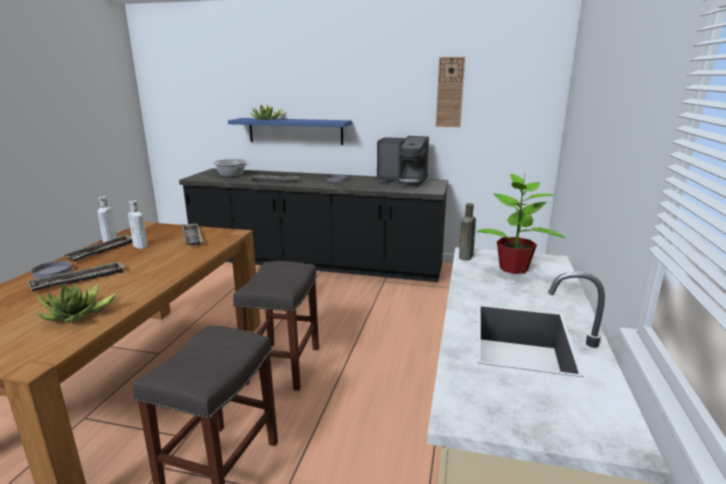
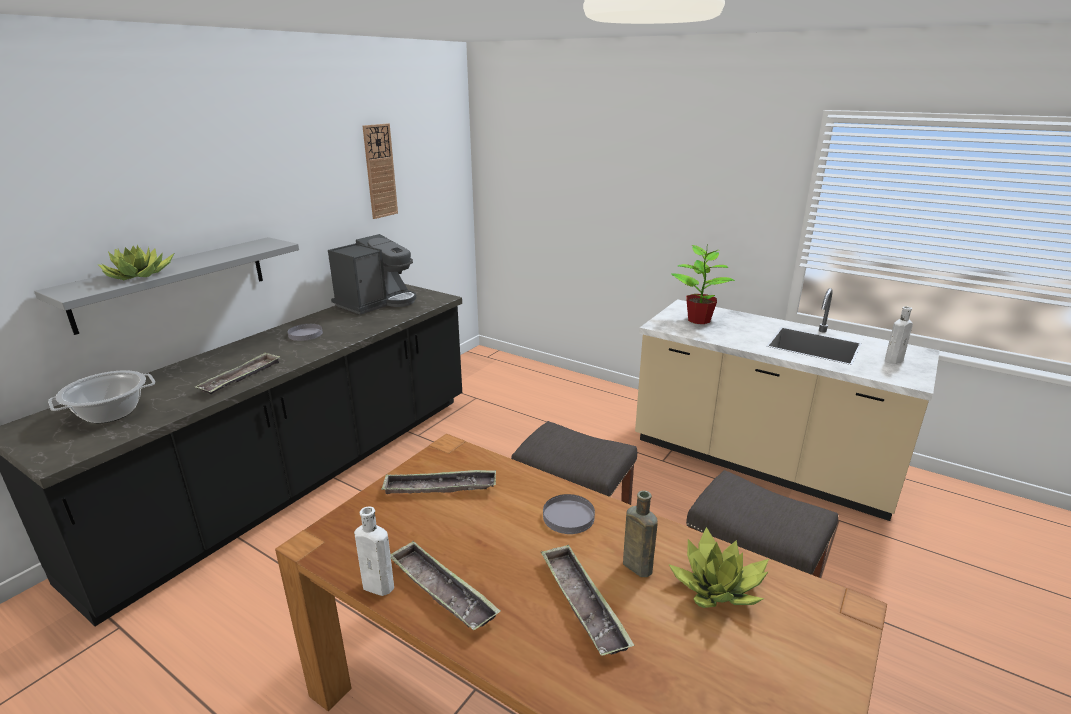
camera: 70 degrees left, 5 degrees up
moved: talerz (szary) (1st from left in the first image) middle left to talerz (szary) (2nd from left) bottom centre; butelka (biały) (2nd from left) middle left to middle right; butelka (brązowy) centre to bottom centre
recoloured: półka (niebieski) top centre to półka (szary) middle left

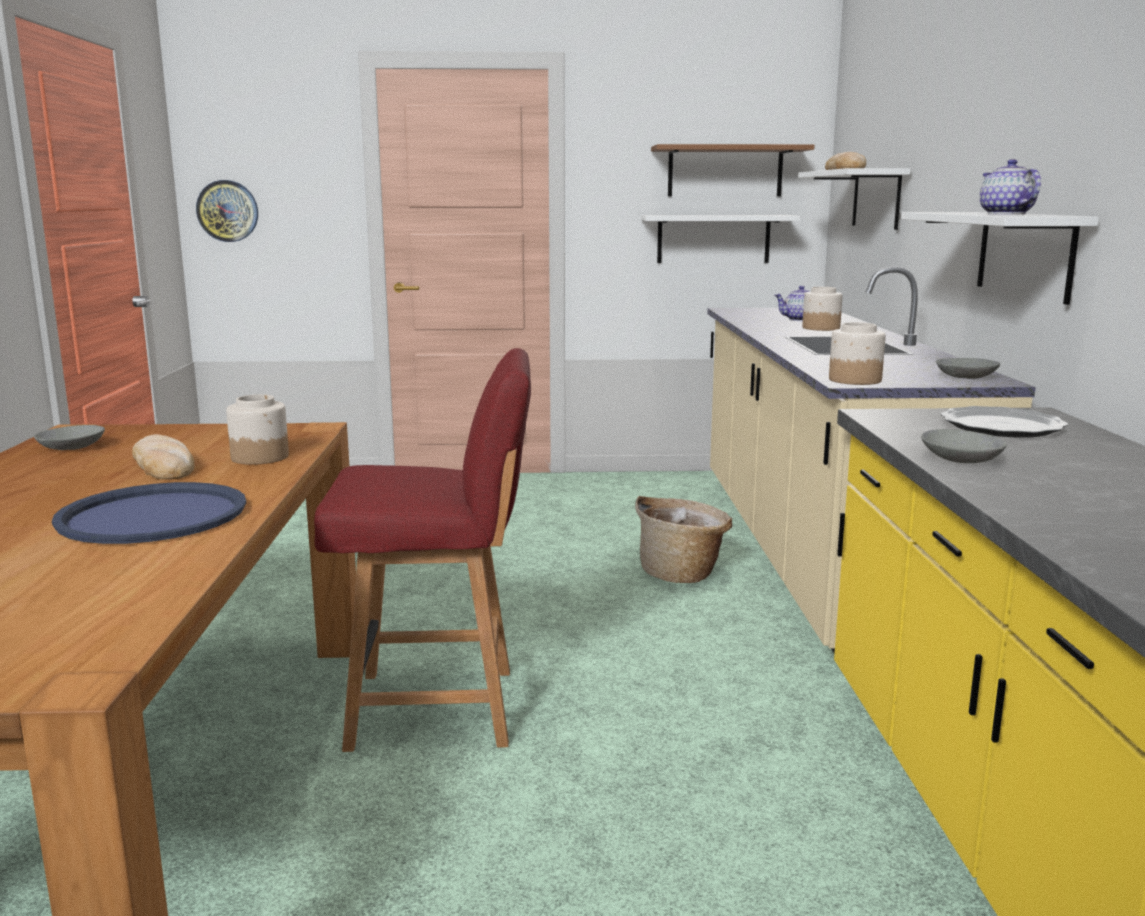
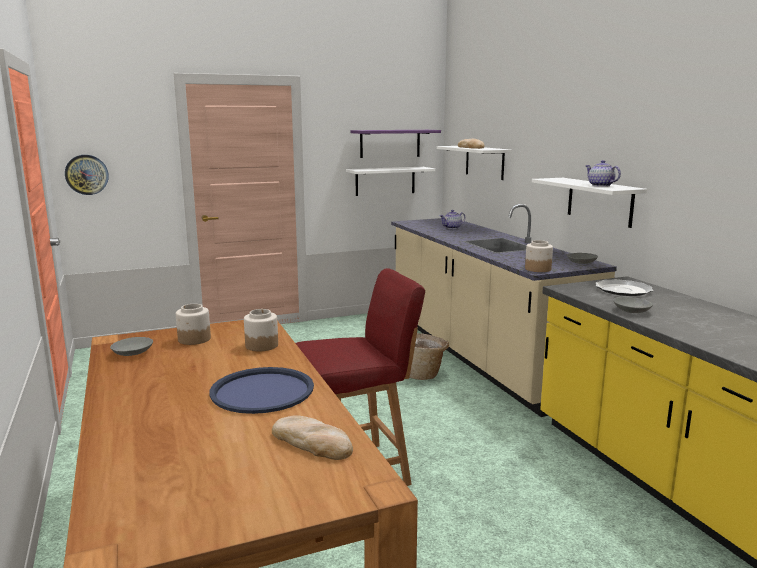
camera: 20 degrees left, 0 degrees up
moved: chleb (1st from left) middle left to bottom centre; słoik (2nd from left in the first image) middle right to słoik (1st from left) middle left
recoloured: półka (brązowy) top centre to półka (fioletowy) top centre

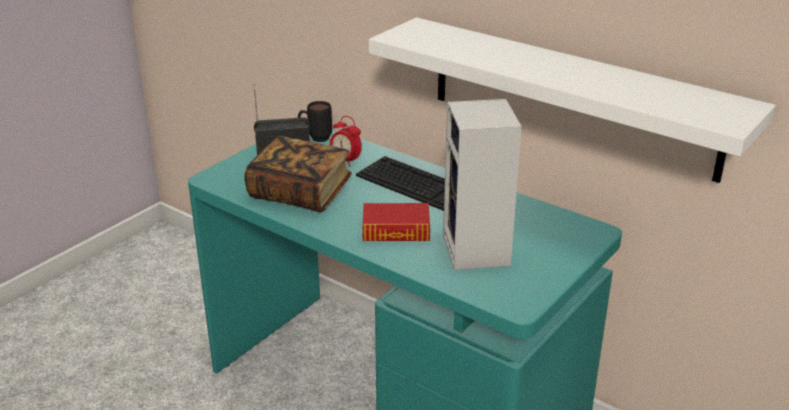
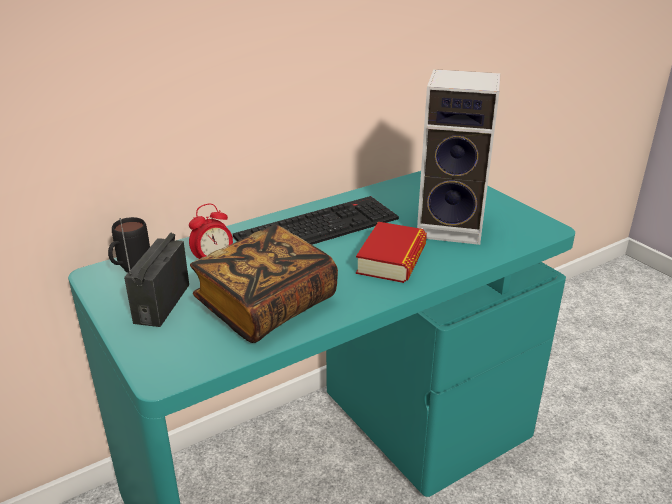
camera: 70 degrees left, 0 degrees up
removed: półka (biały) top right

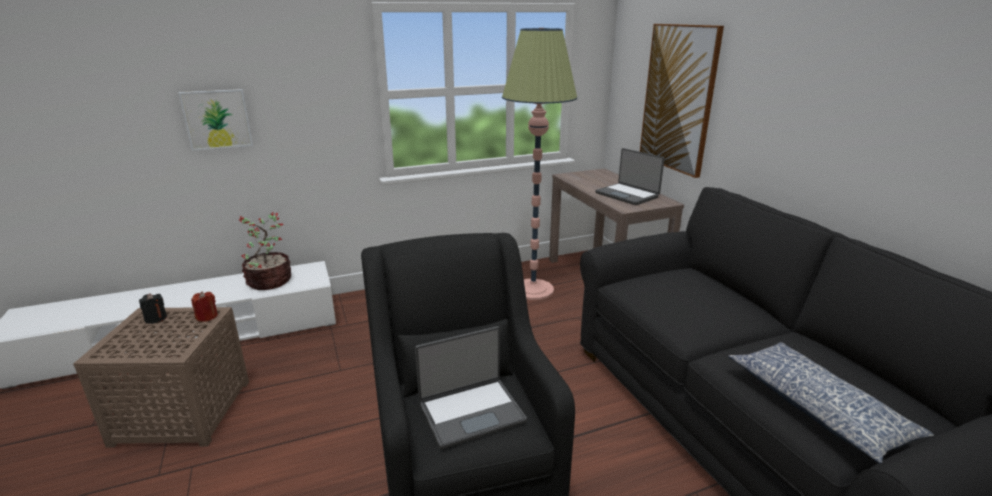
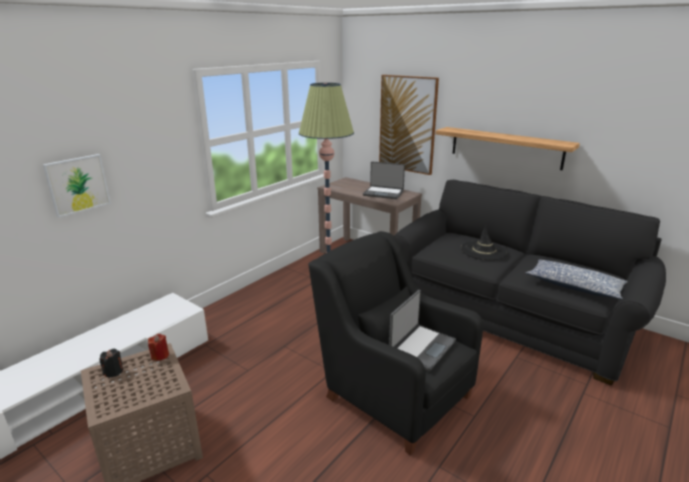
camera: 30 degrees left, 0 degrees up
removed: roślina doniczkowa middle left
added: półka top right; kapelusz (czarny) middle right

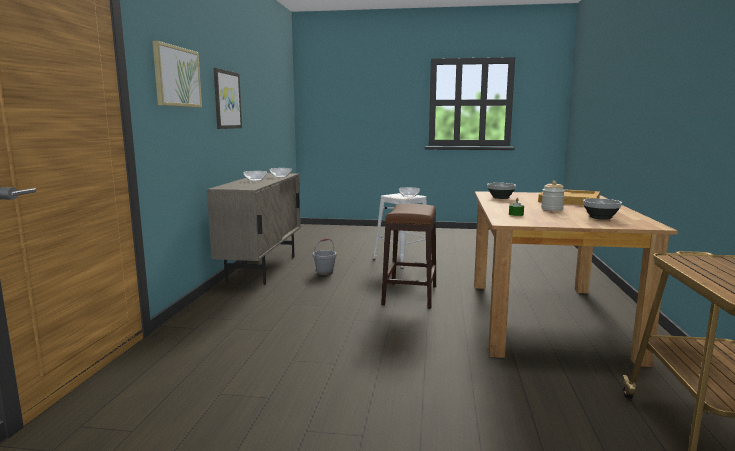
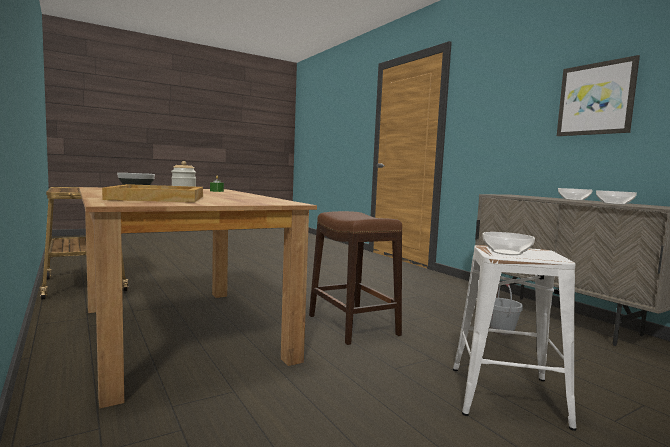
camera: 140 degrees right, 5 degrees down
removed: obraz (1st from left) top left; miska (4th from left) middle right

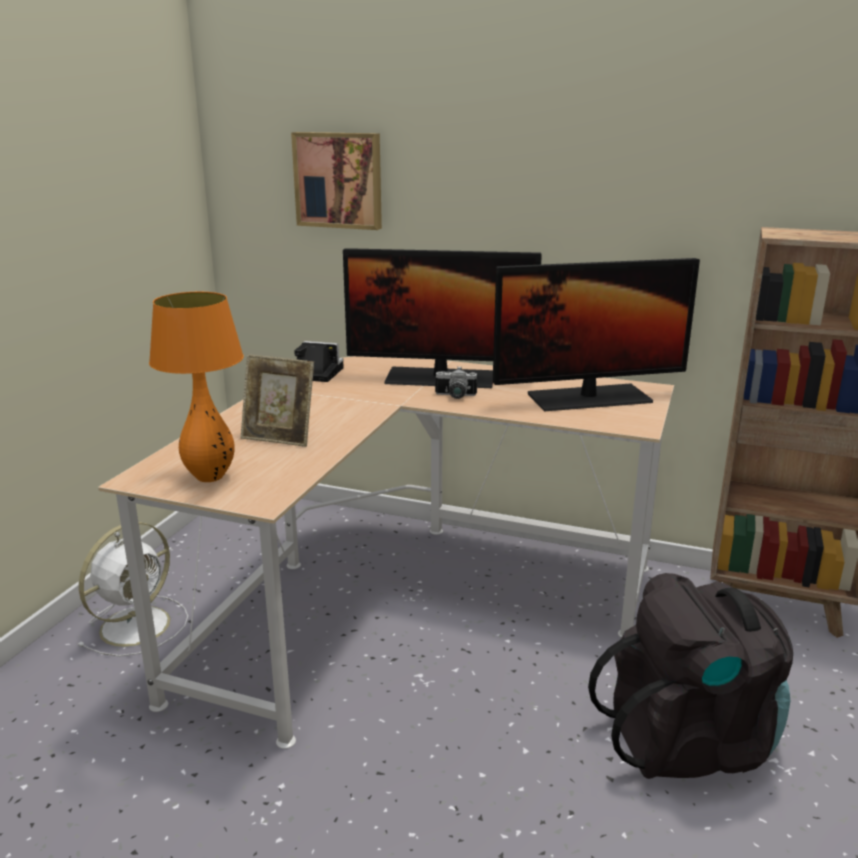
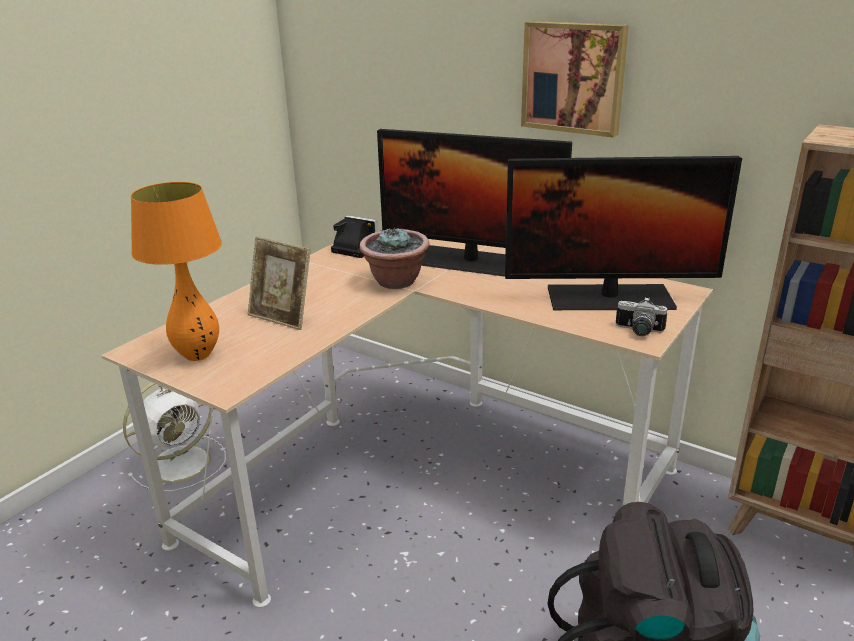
camera: 15 degrees right, 5 degrees up
added: roślina doniczkowa centre
moved: obraz top centre to top right; aparat fotograficzny (2nd from left) centre to middle right

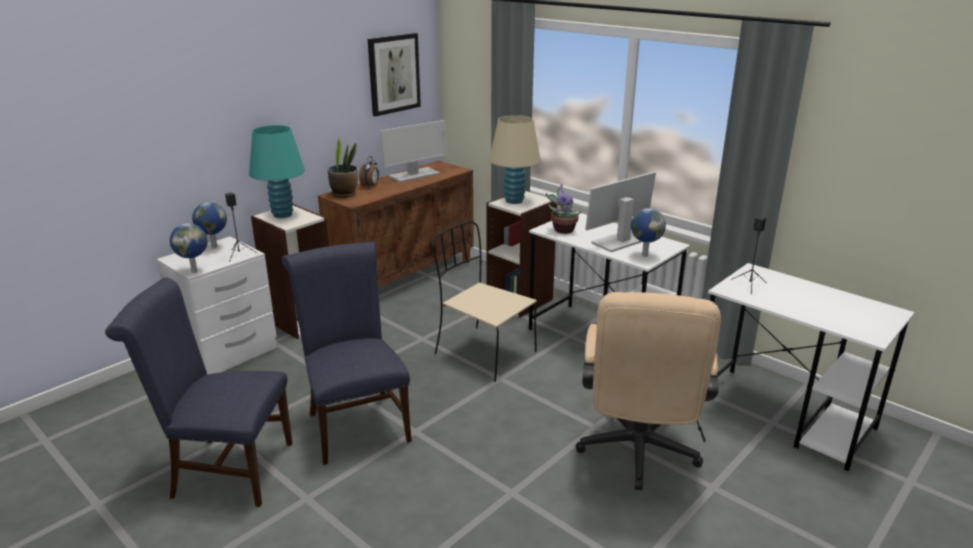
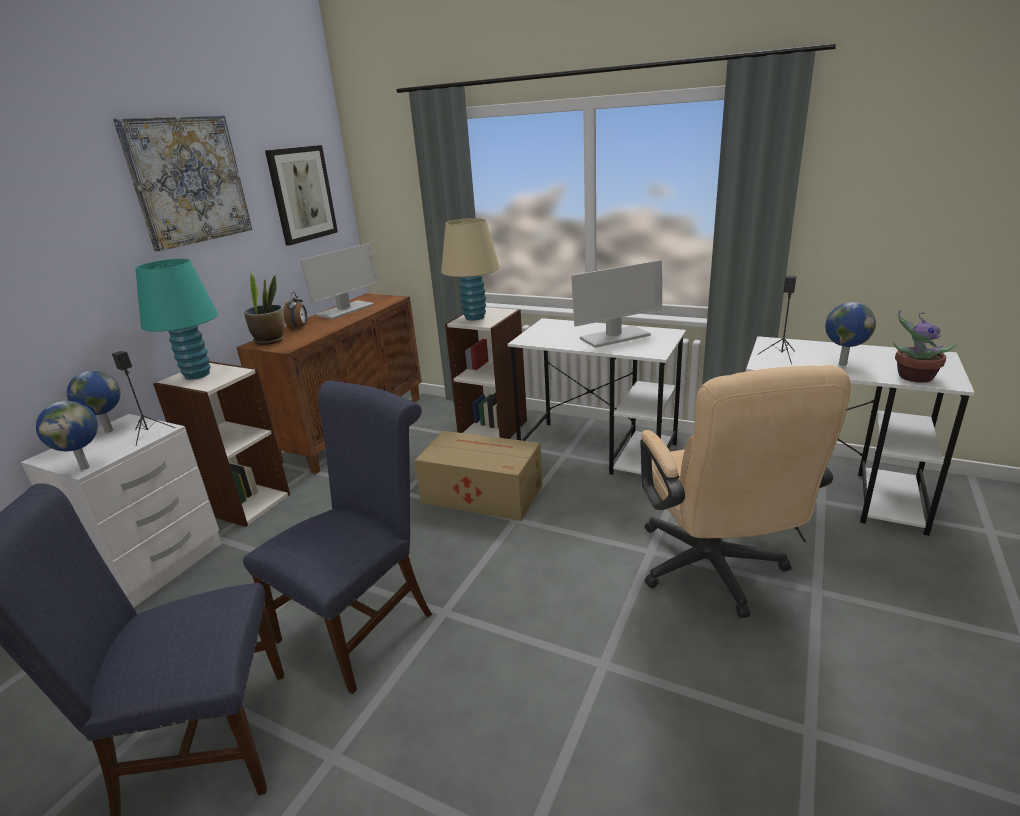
camera: 15 degrees left, 0 degrees up
added: obraz (1st from left) top left
moved: roślina doniczkowa (2nd from left) centre to middle right; globus (3rd from left) centre to middle right
replaced: krzesło (beżowy) centre to karton centre
turned: krzesło (niebieski) (2nd from left) centre = middle left 75 degrees clockwise; monitor (2nd from left) centre = centre 150 degrees counterclockwise

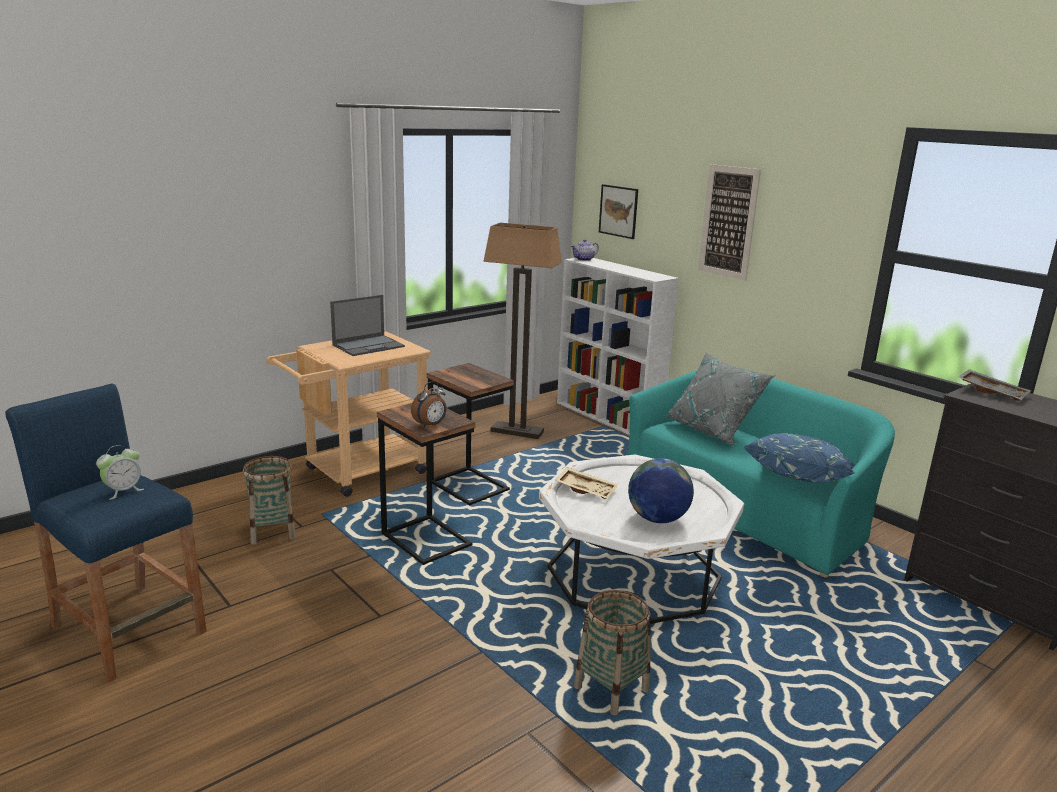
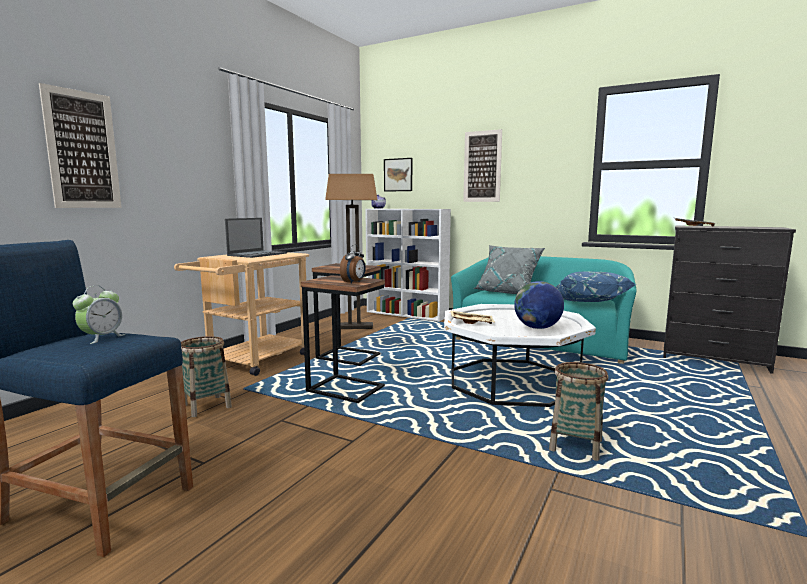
camera: 20 degrees left, 10 degrees down
added: obraz (1st from left) top left

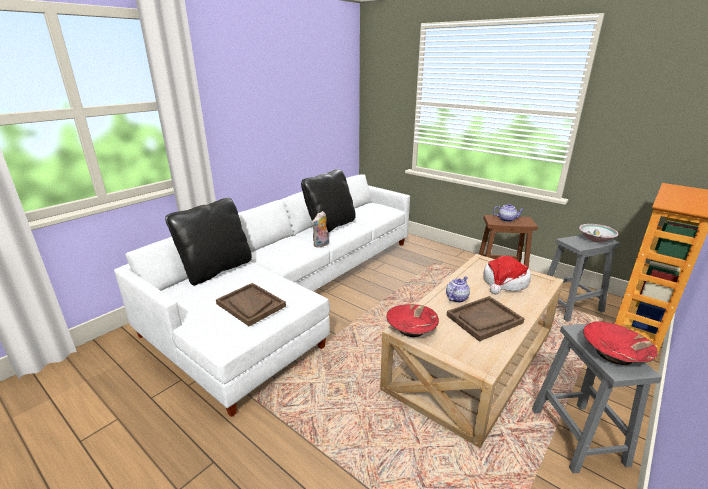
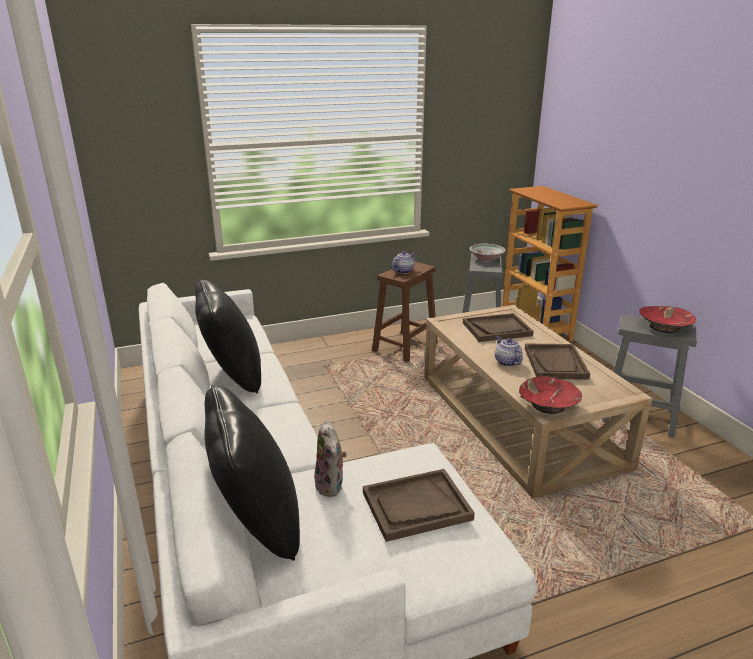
camera: 60 degrees left, 0 degrees up
moved: pluszak centre to bottom centre
replaced: kapelusz middle right to taca (brązowy) (2nd from left) centre

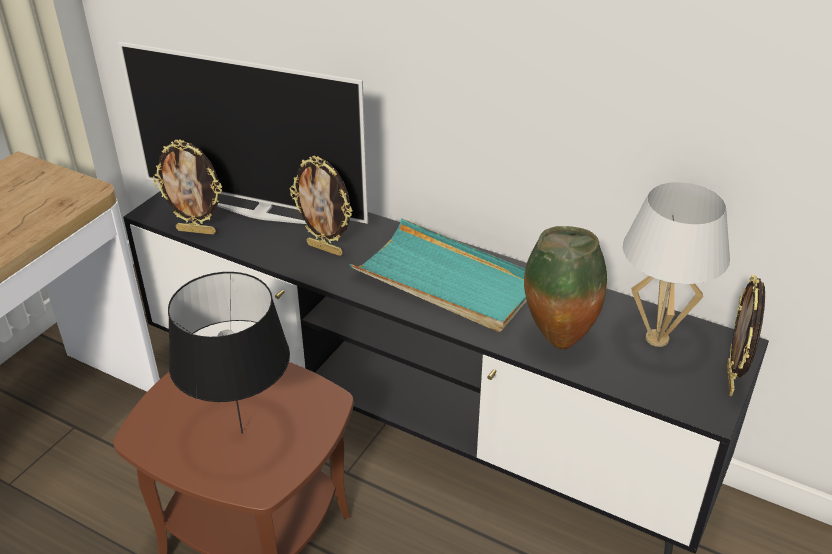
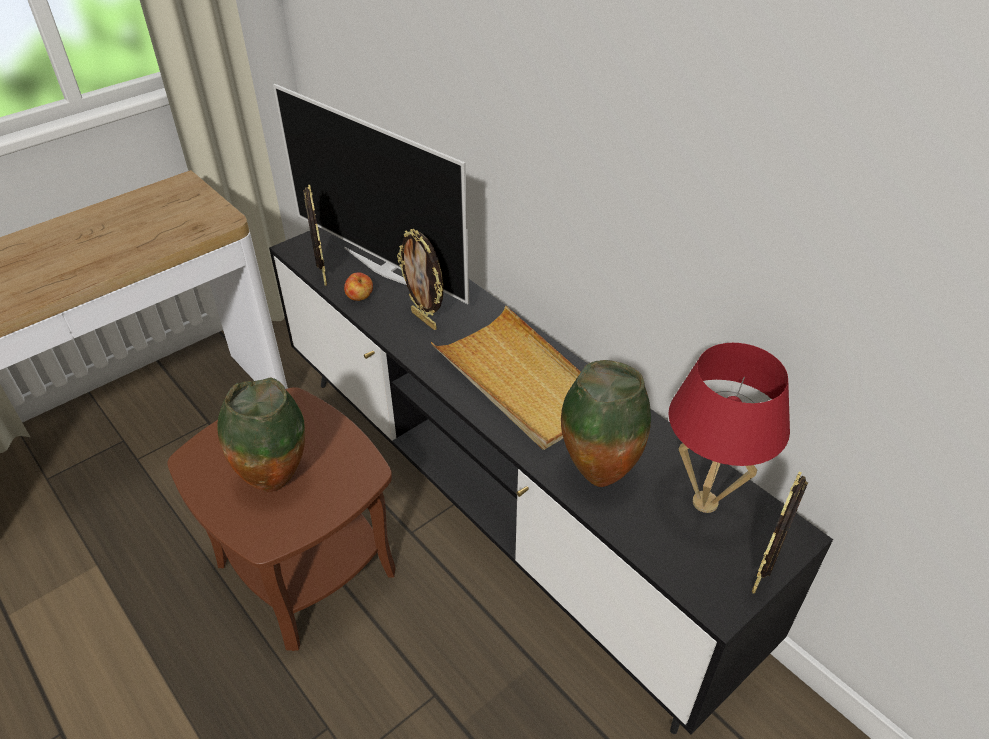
camera: 20 degrees right, 5 degrees up
added: jabłko centre
replaced: lampa stołowa (czarny) middle left to wazon (1st from left) middle left
recoloured: taca (turkusowy) centre to taca (beżowy) centre; lampa stołowa (biały) middle right to lampa stołowa (czerwony) middle right
turned: ramka na zdjęcie (1st from left) middle left = top left 135 degrees counterclockwise

